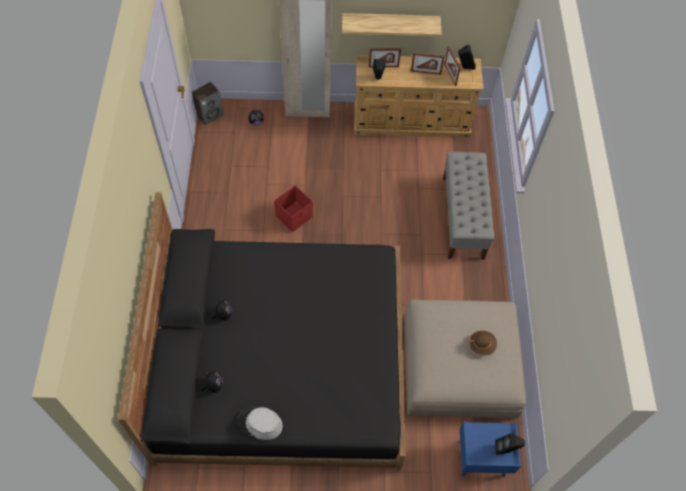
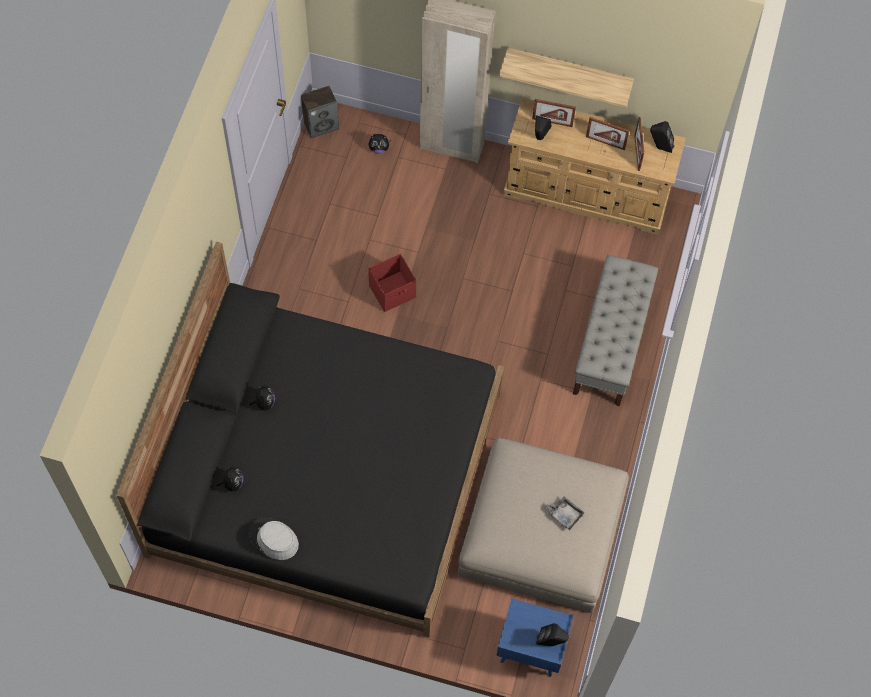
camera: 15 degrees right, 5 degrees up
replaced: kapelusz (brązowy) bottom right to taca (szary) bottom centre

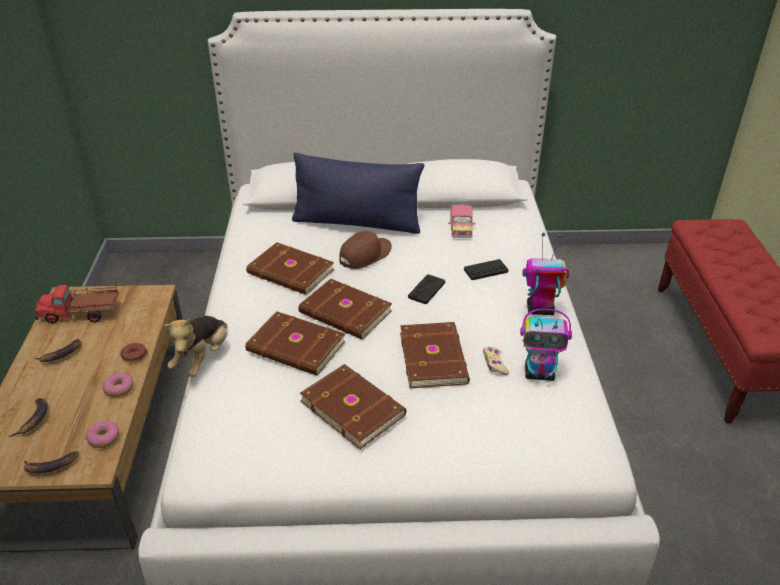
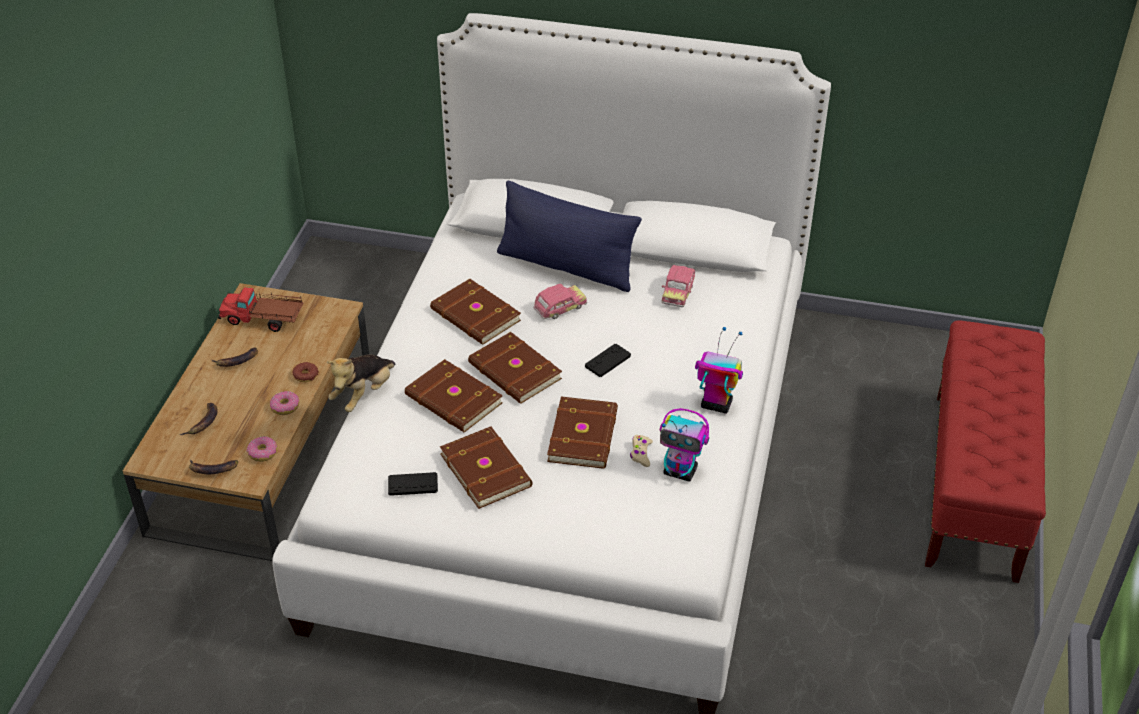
camera: 15 degrees right, 5 degrees up
moved: pad do gier (czarny) (2nd from left in the first image) centre to pad do gier (czarny) (1st from left) bottom centre
replaced: czapka z daszkiem (brązowy) centre to samochodzik (1st from left) centre

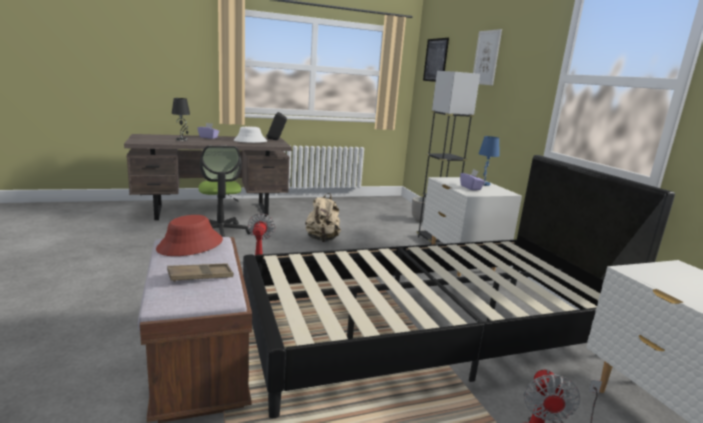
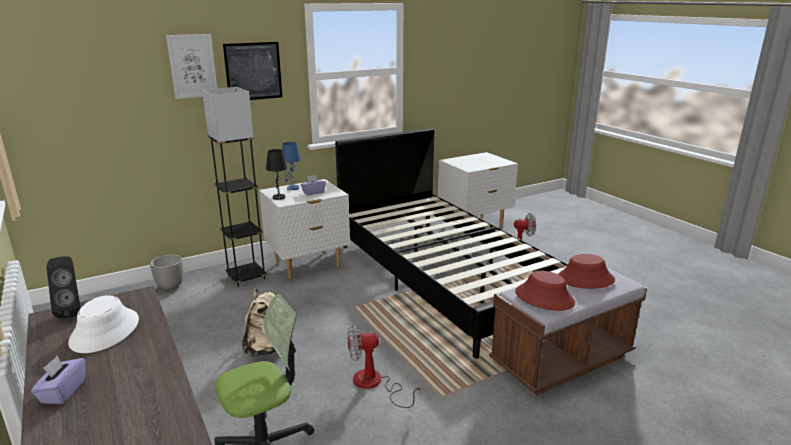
camera: 100 degrees left, 5 degrees up
moved: lampa stołowa (czarny) top left to centre; obraz (1st from left in the first image) top centre to obraz (2nd from left) top left
replaced: taca (brązowy) middle left to kapelusz (czerwony) (2nd from left) middle right

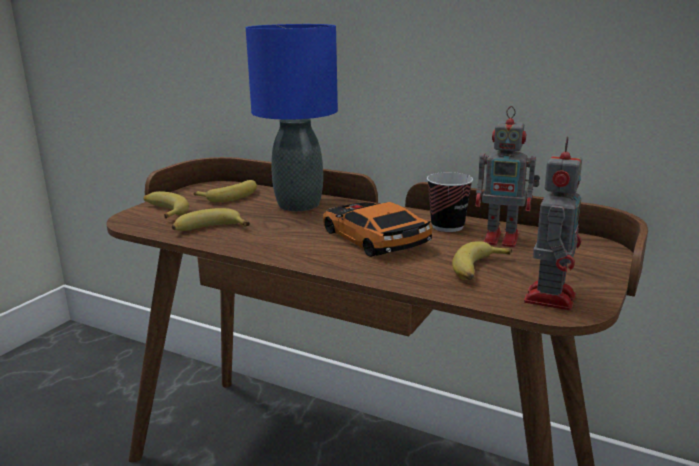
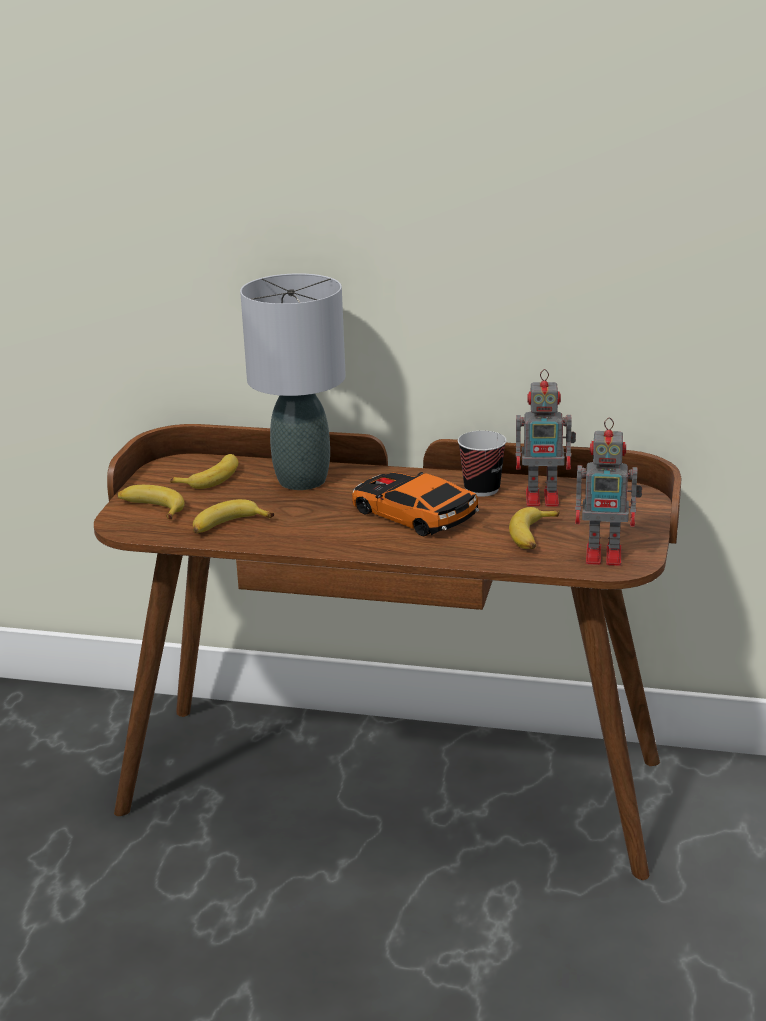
camera: 15 degrees left, 5 degrees up
recoloured: lampa stołowa (niebieski) top centre to lampa stołowa (szary) centre
turned: robot zabawkowy (2nd from left) middle right = middle right 90 degrees clockwise

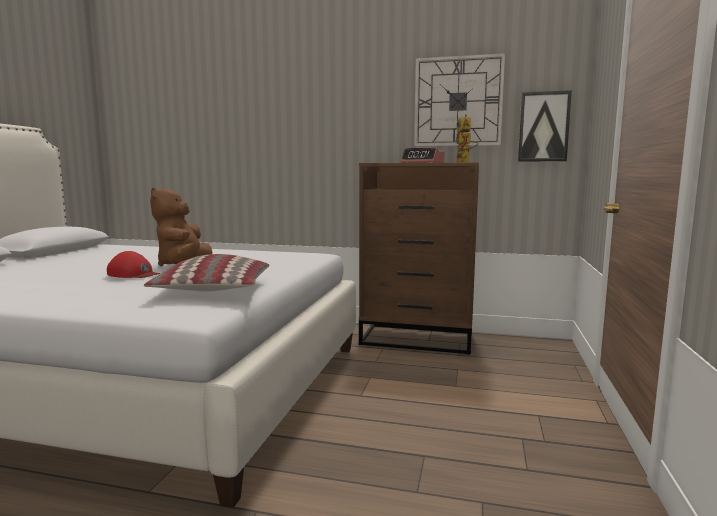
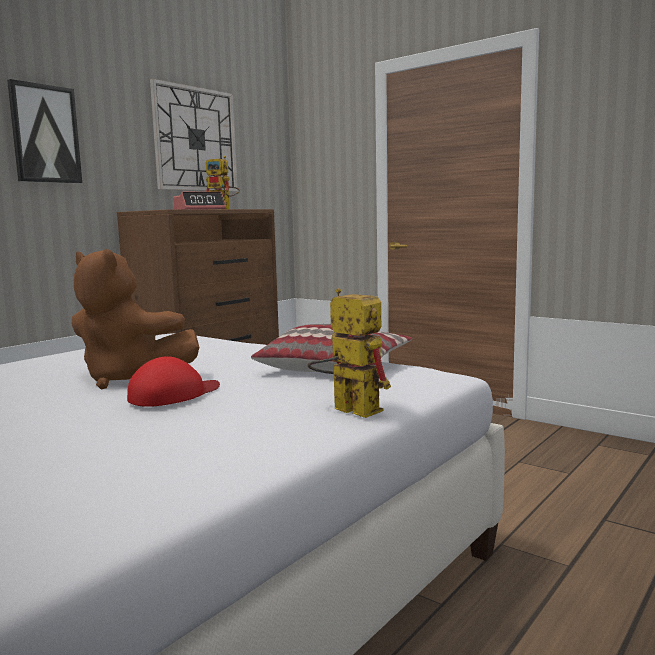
camera: 65 degrees left, 0 degrees up
added: robot zabawkowy (2nd from left) centre
moved: obraz top right to top left

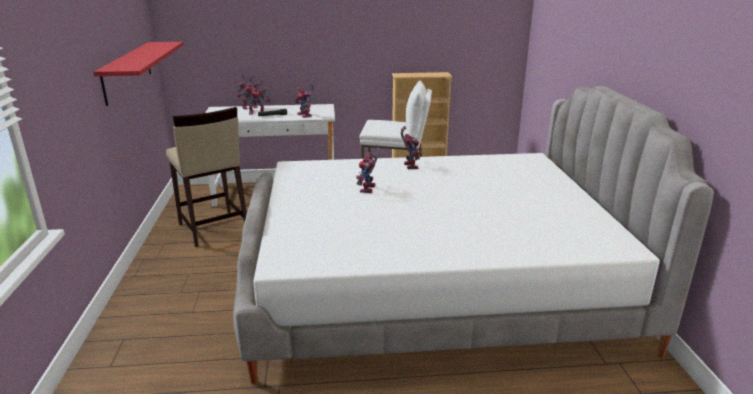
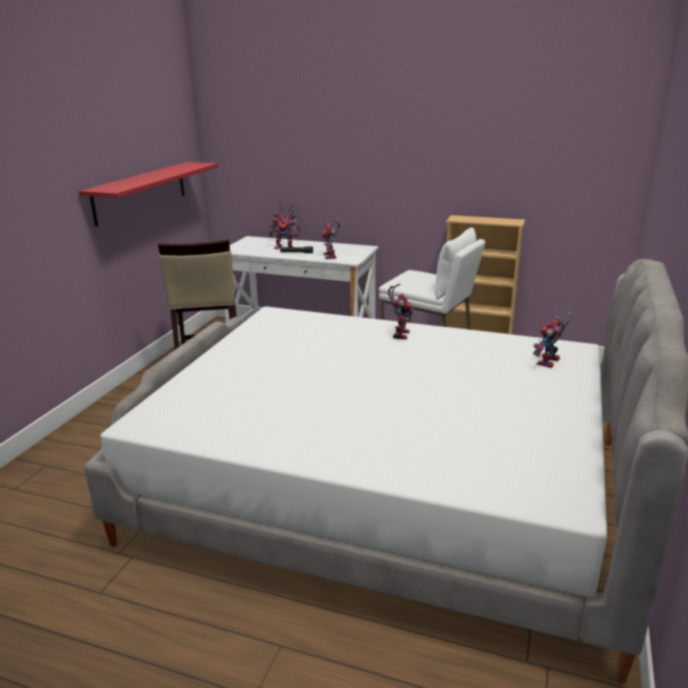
camera: 25 degrees right, 0 degrees up
moved: robot zabawkowy (4th from left in the first image) centre to robot zabawkowy (5th from left) middle right

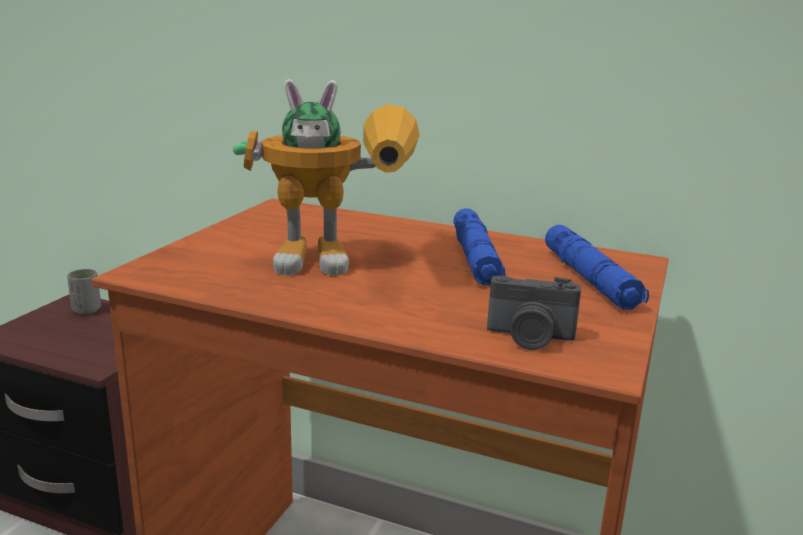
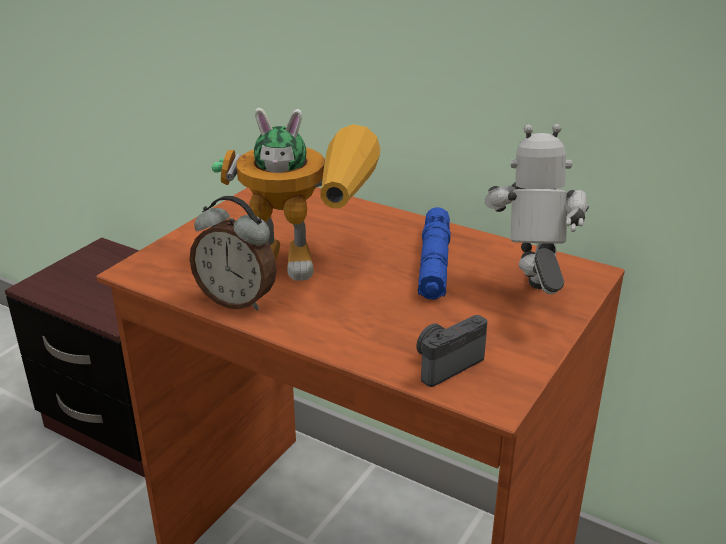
camera: 10 degrees right, 10 degrees up
removed: filiżanka (szary) middle left
added: budzik middle left
replaced: latarka (niebieski) (2nd from left) middle right to robot zabawkowy (2nd from left) middle right
turned: aparat fotograficzny centre = centre 120 degrees clockwise

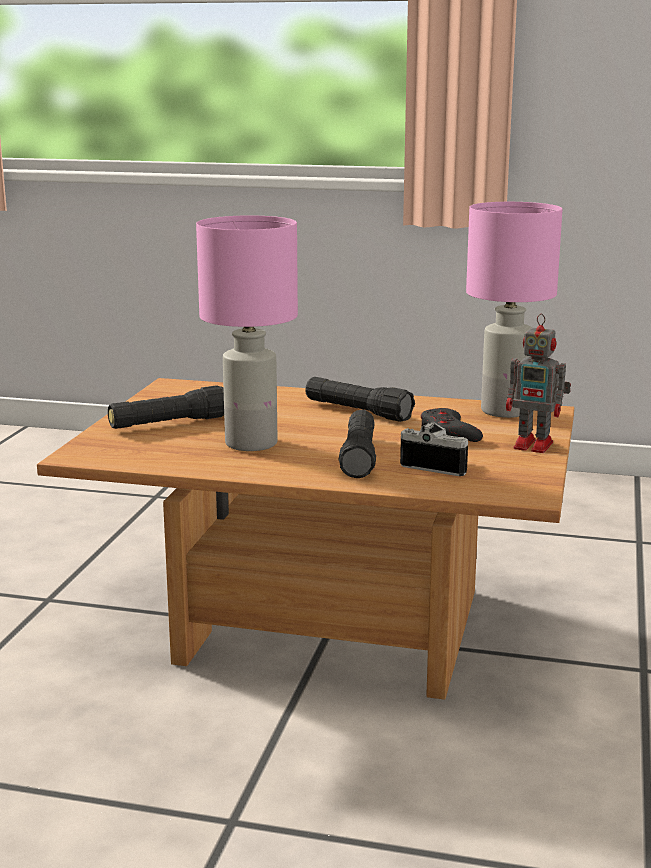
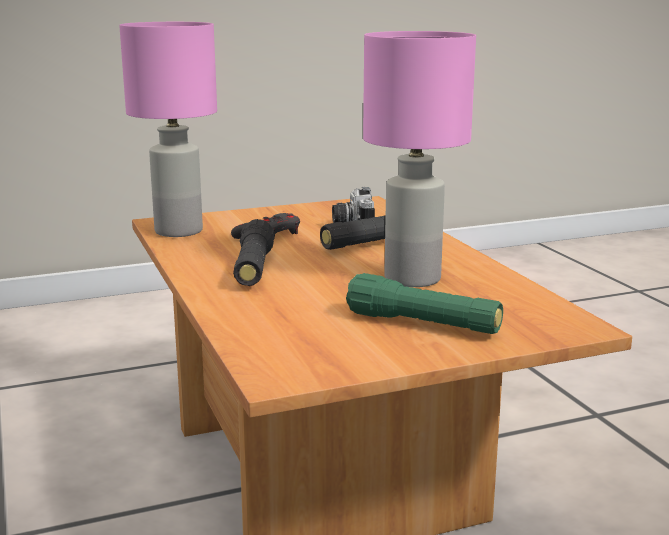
camera: 125 degrees left, 0 degrees up
removed: robot zabawkowy middle right
recoloured: latarka (czarny) (1st from left) middle left to latarka (zielony) centre

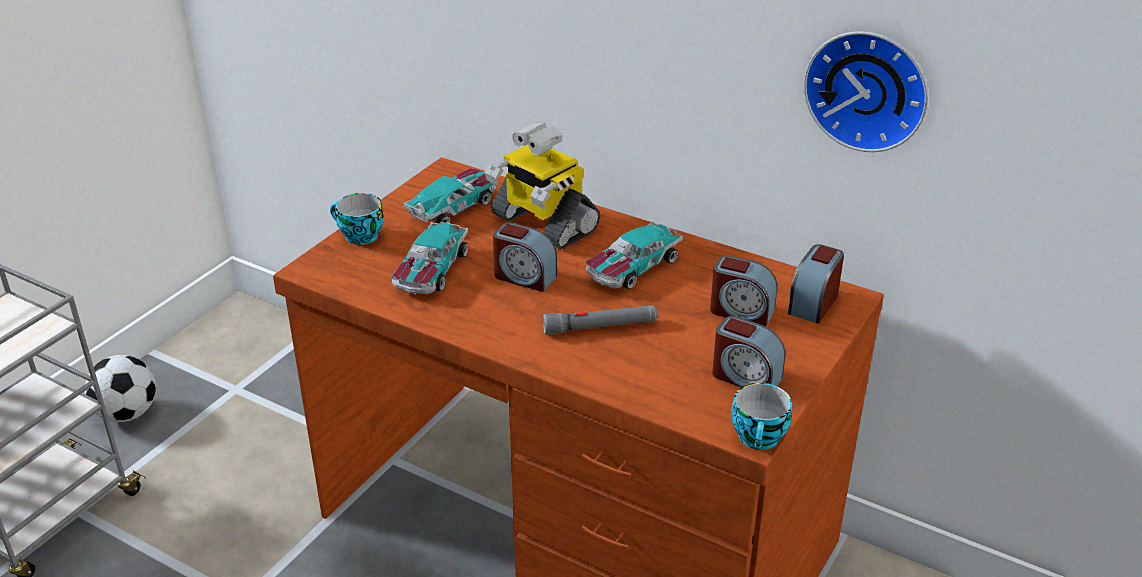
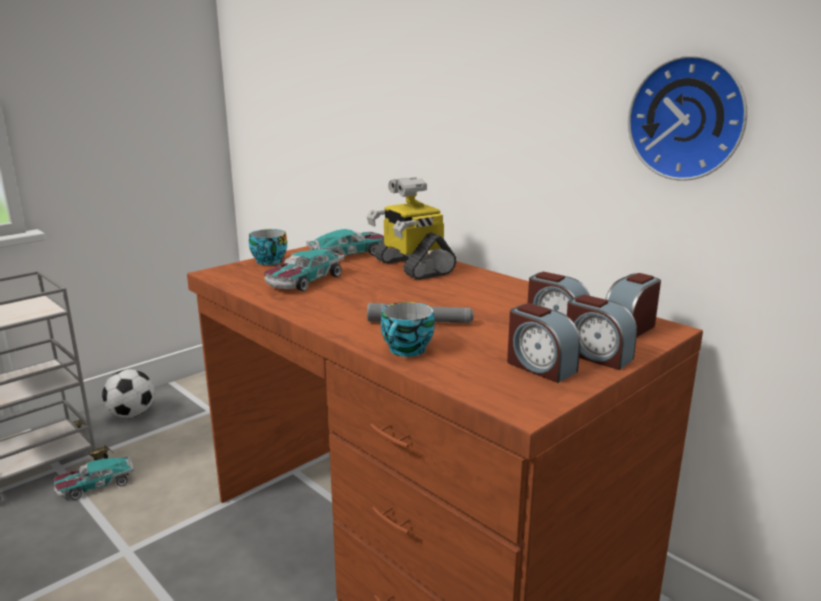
camera: 15 degrees right, 15 degrees down
moved: budzik (1st from left in the first image) centre to budzik (3rd from left) middle right; samochodzik (3rd from left in the first image) centre to samochodzik (1st from left) bottom left; filiżanka (2nd from left) bottom centre to centre

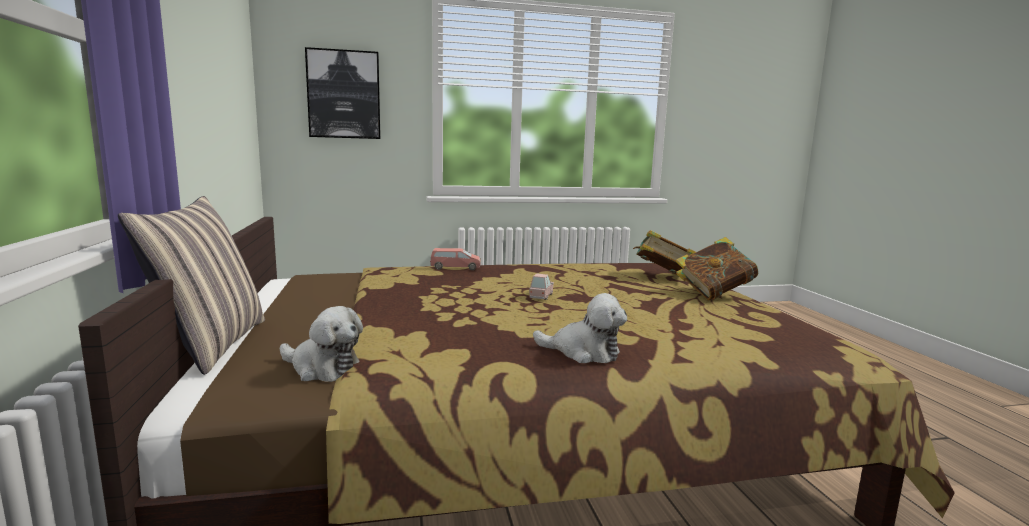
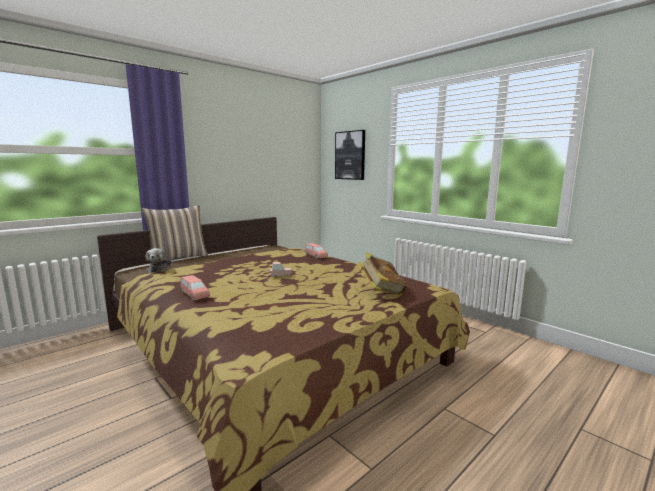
camera: 60 degrees right, 0 degrees up
removed: książka (2nd from left) middle right
replaced: pluszak (2nd from left) centre to samochodzik (różowy) (1st from left) middle left

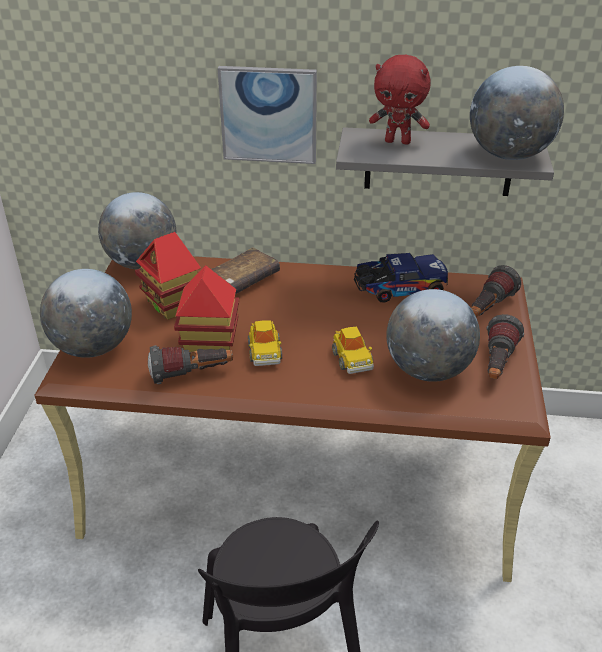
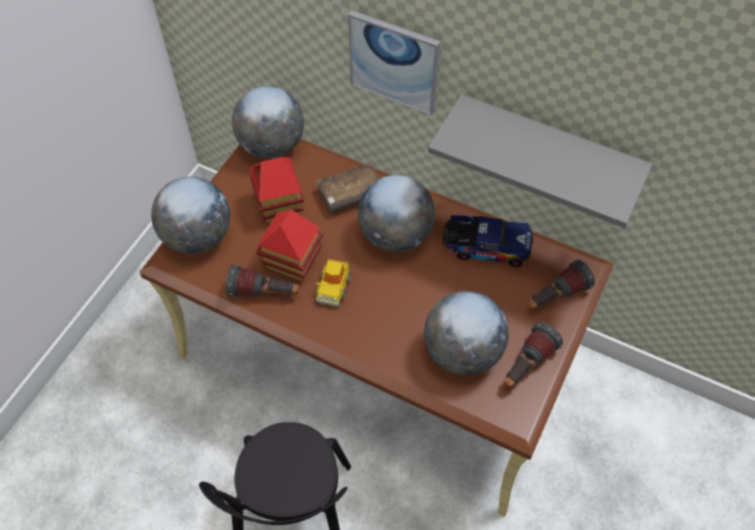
camera: 20 degrees right, 20 degrees up
removed: samochodzik (2nd from left) centre; pluszak (czerwony) top centre
moved: globus (4th from left in the first image) top right to globus (3rd from left) centre

